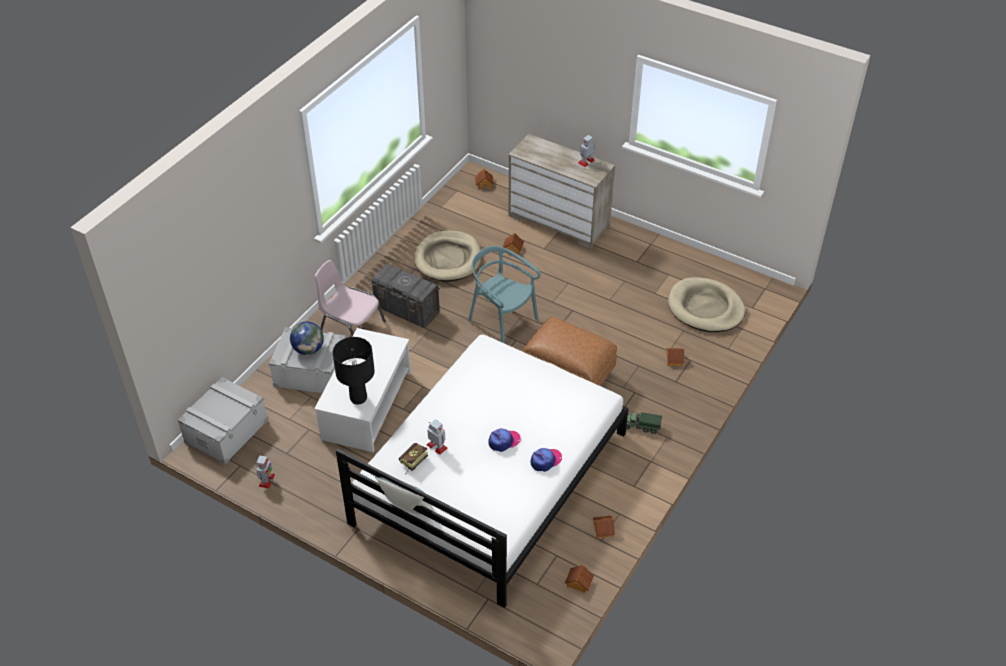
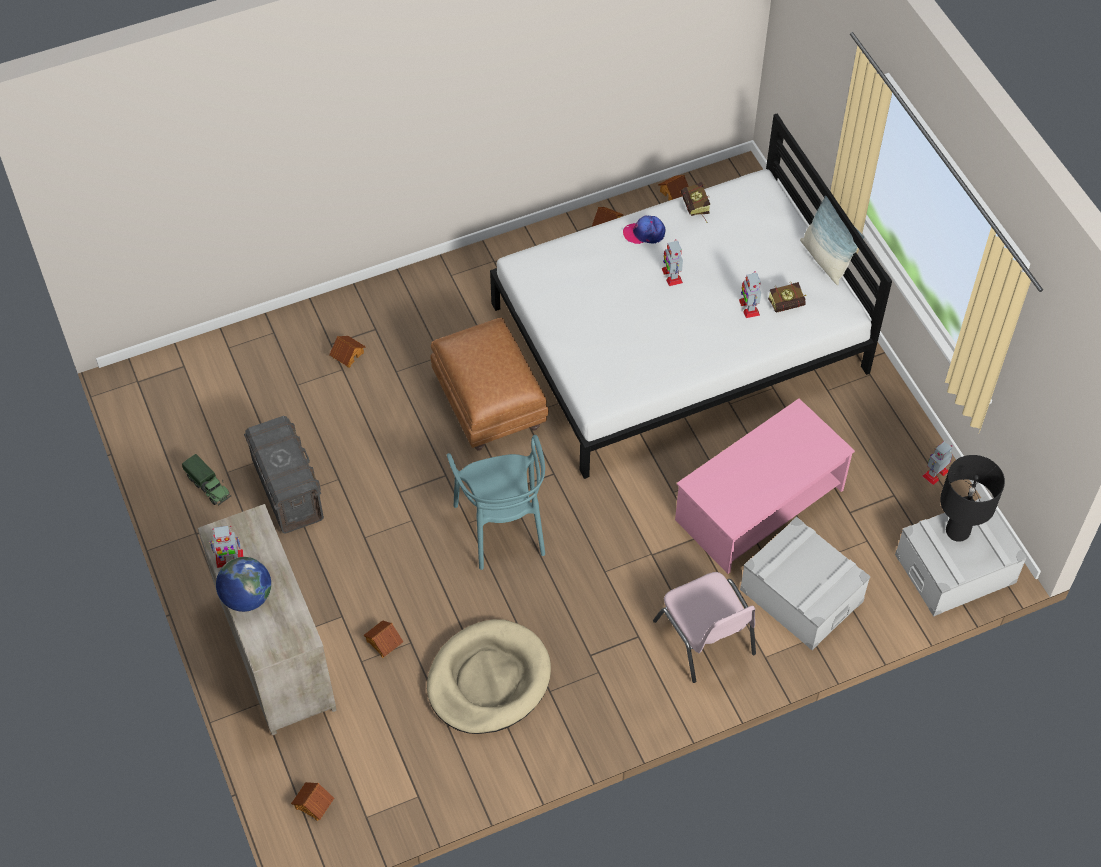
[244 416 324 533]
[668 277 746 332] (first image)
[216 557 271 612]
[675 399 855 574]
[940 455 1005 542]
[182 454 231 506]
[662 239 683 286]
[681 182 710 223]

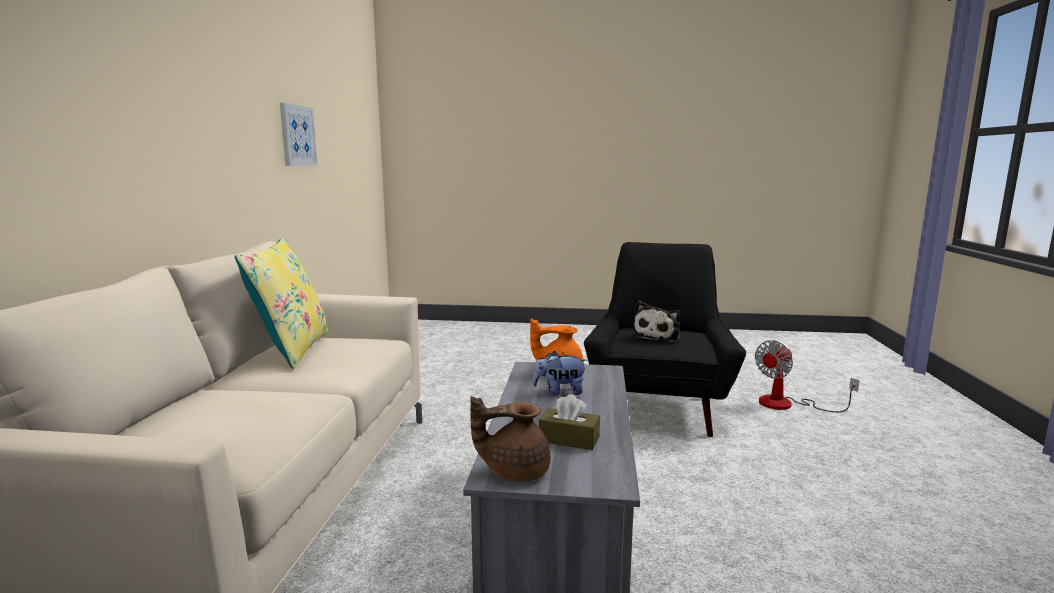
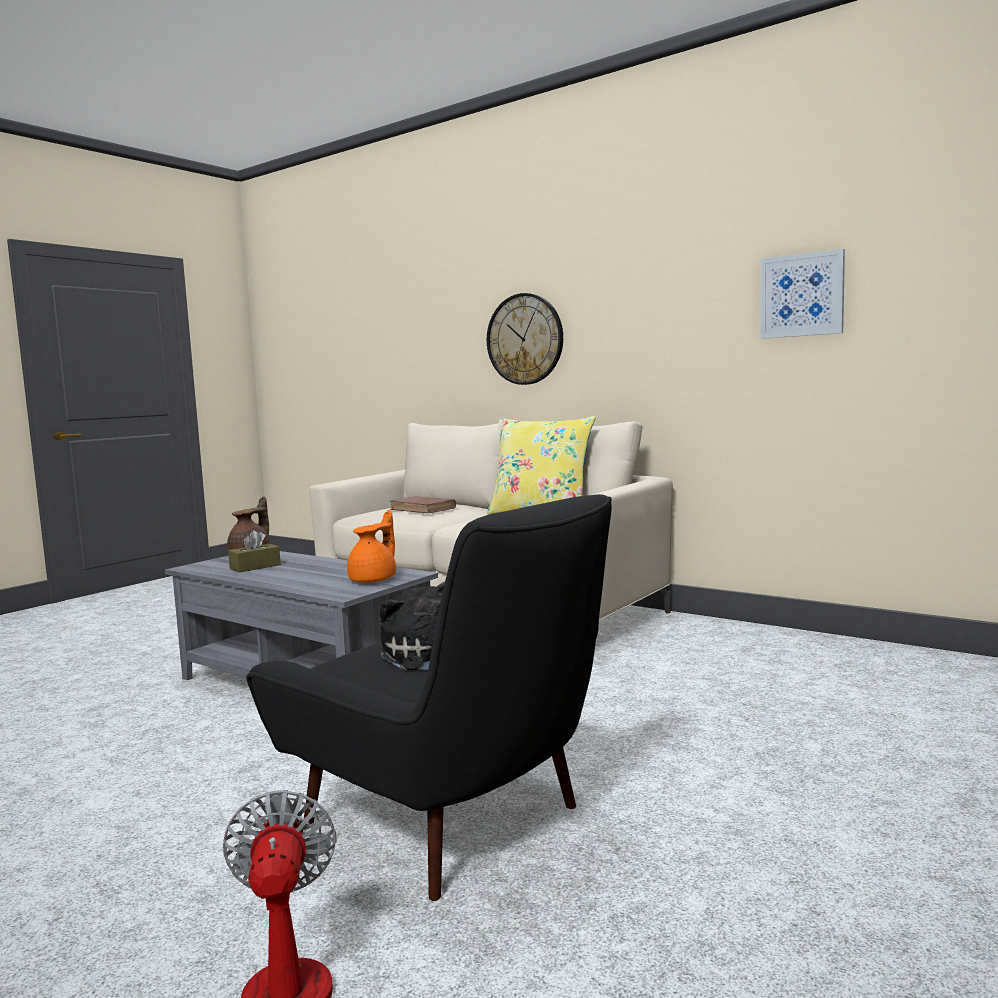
[532 351 587 396] (first image)
[487 293 563 385]
[390 496 456 513]

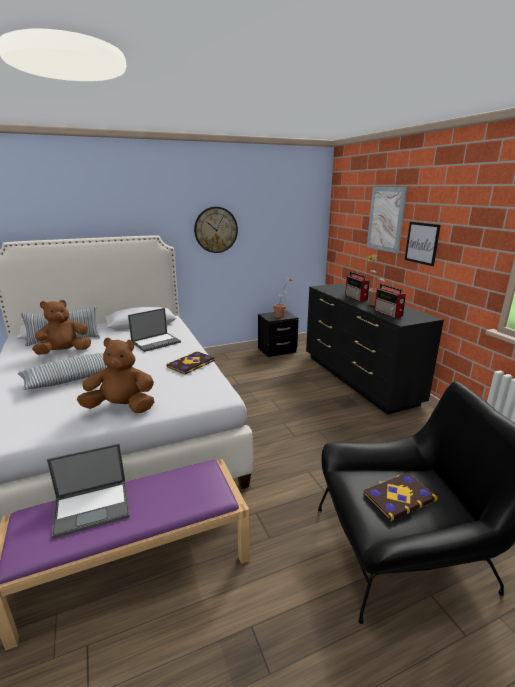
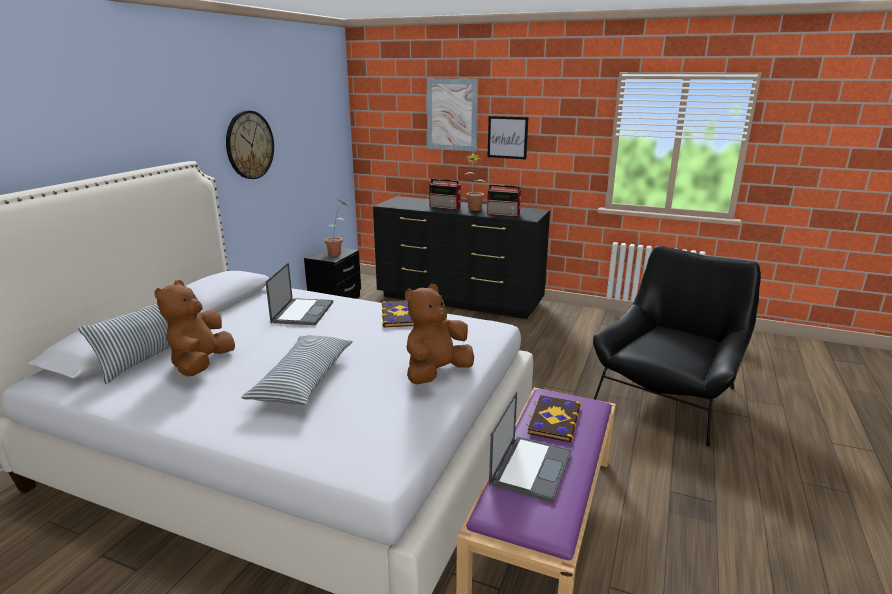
[527 395 581 442]

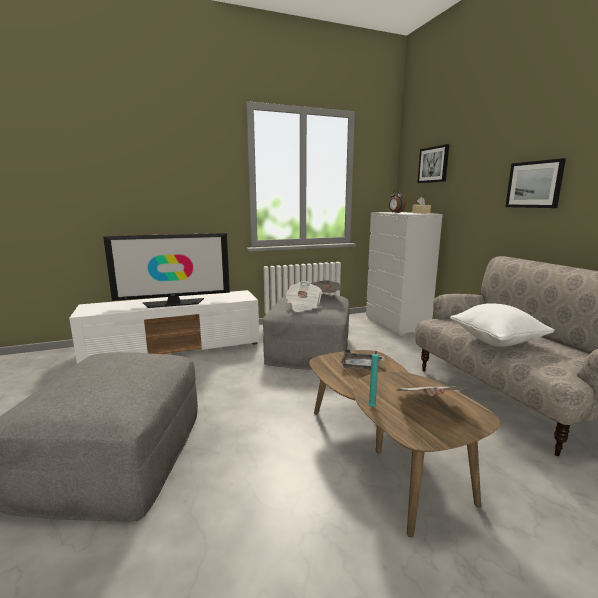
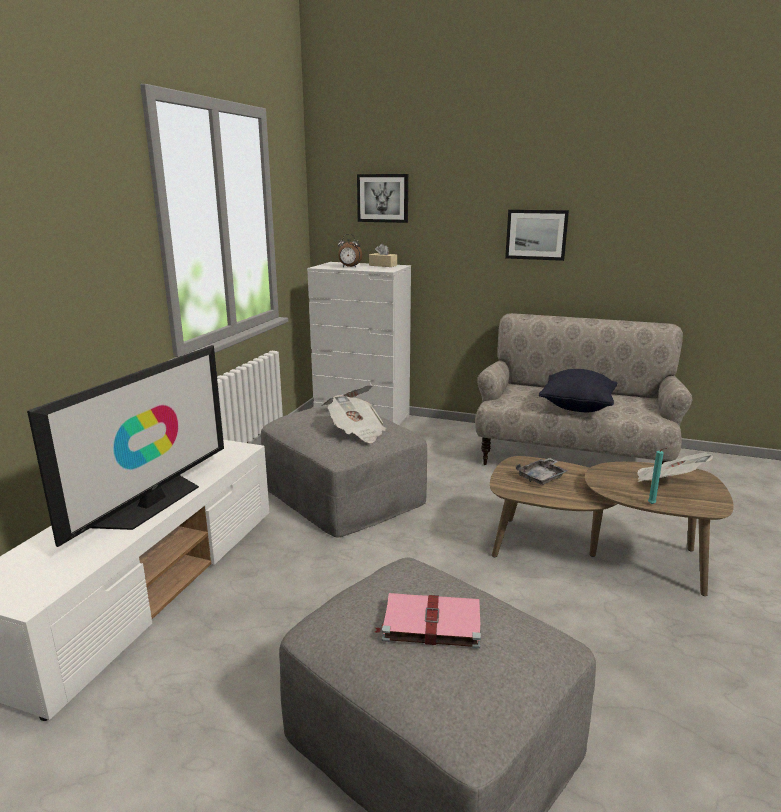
[539 369 617 412]
[375 593 481 649]

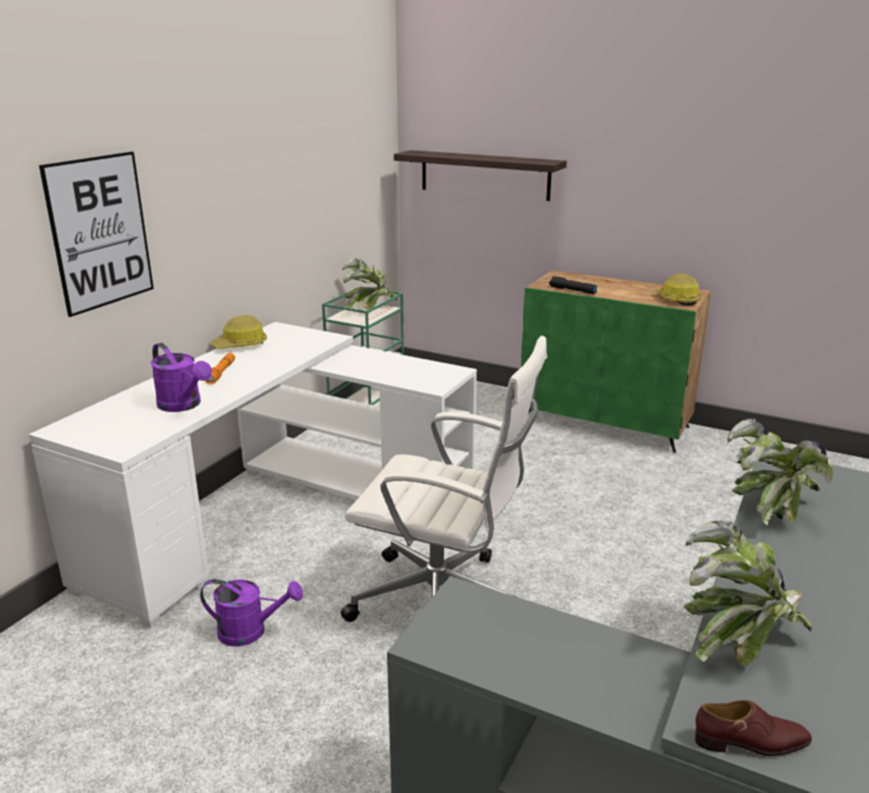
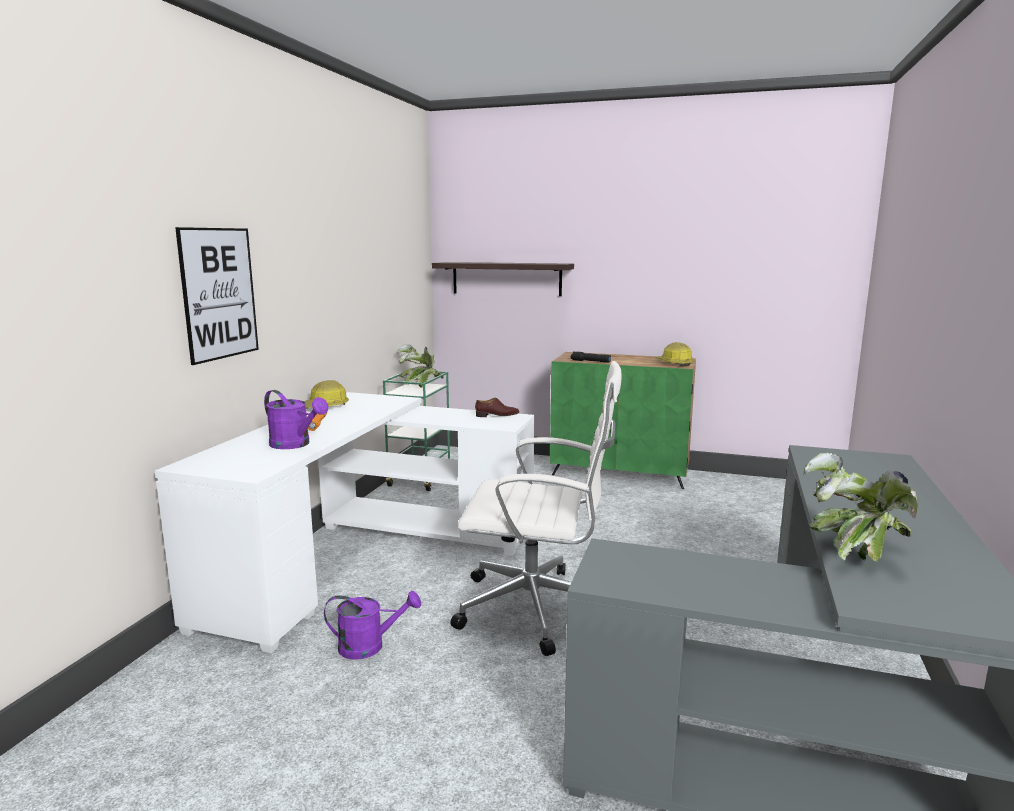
[727 418 833 525] (first image)
[475 398 519 417]

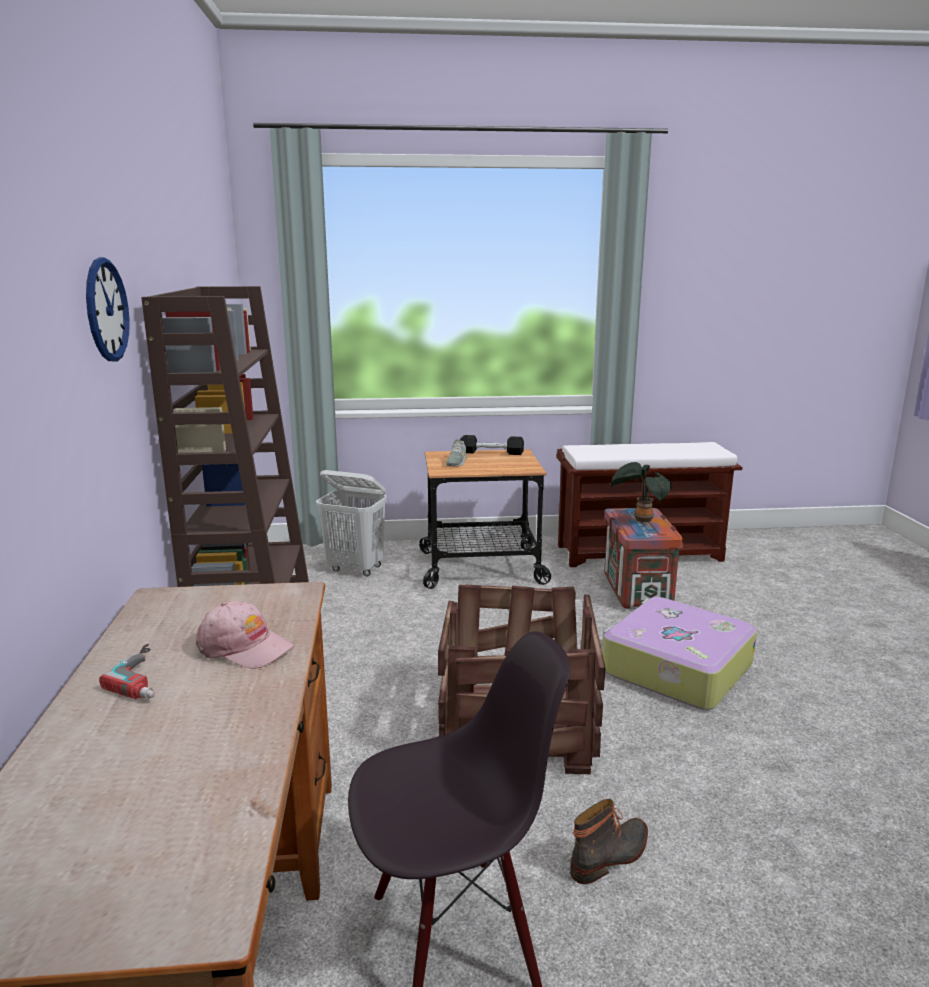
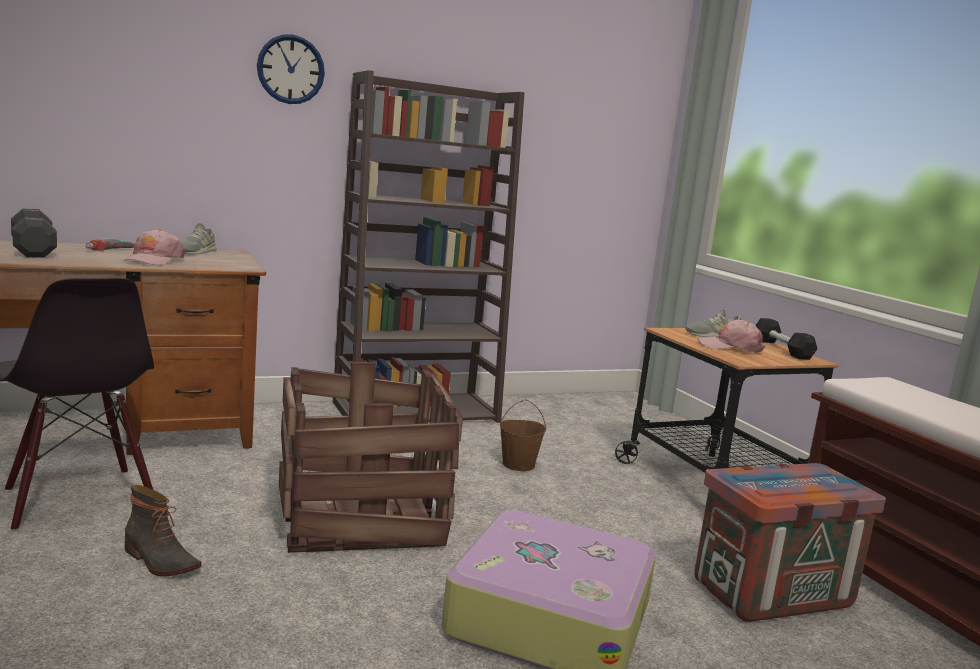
[610 462 671 523] (first image)
[316 470 386 576] (first image)
[11 209 57 258]
[182 223 217 255]
[698 320 765 353]
[500 399 546 471]

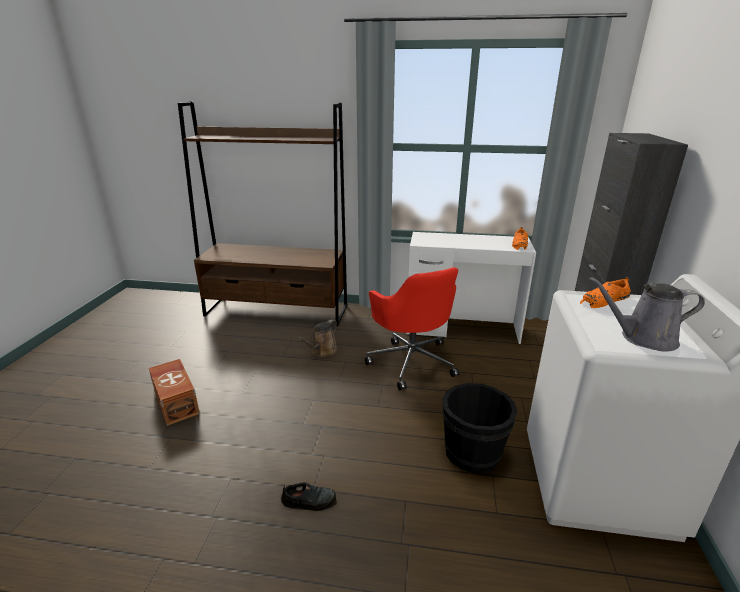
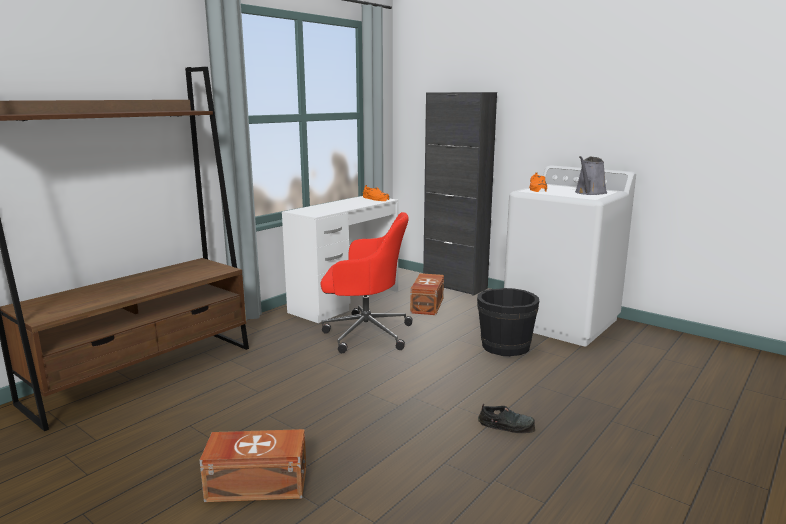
[298 320 338 357] (first image)
[478 404 535 433]
[410 273 444 315]

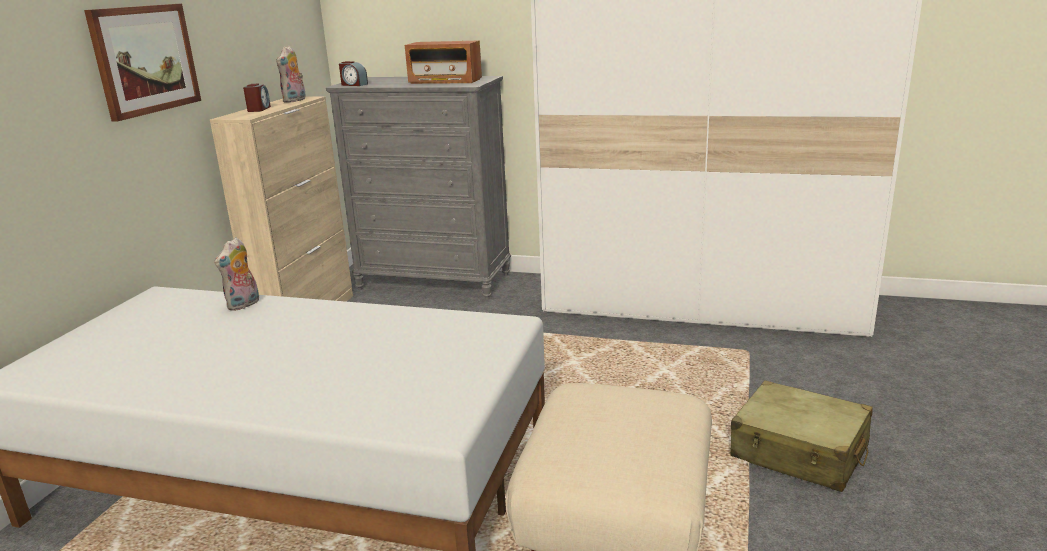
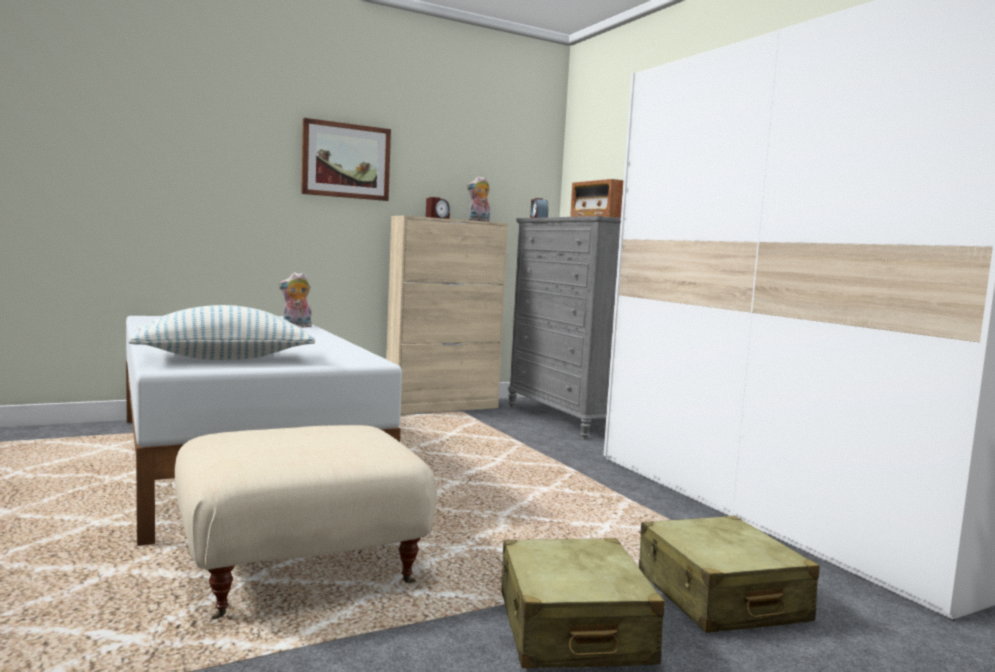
[129 305 315 360]
[639 516 820 633]

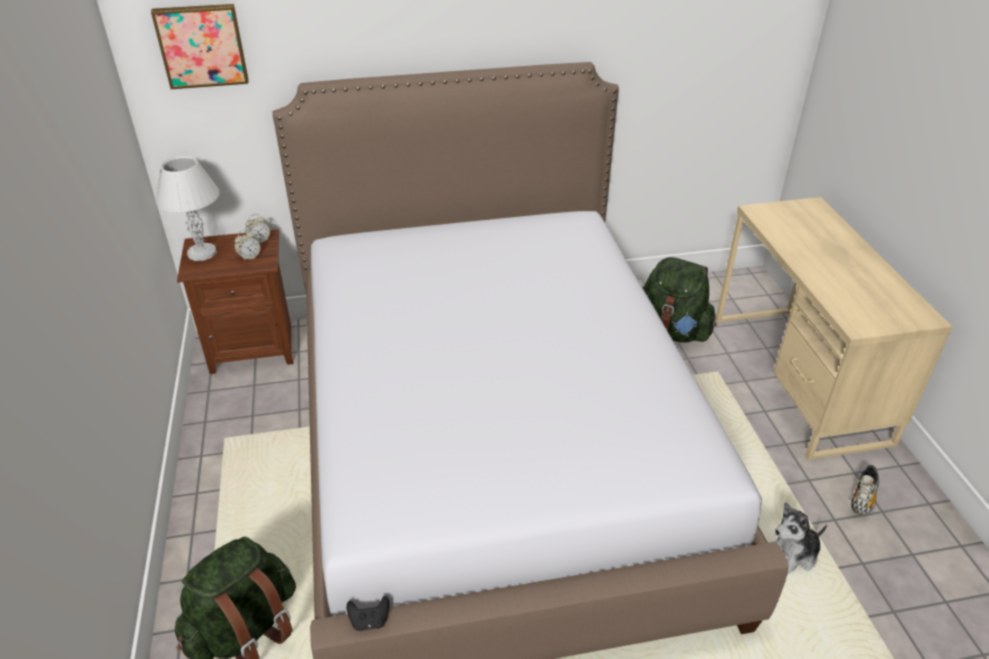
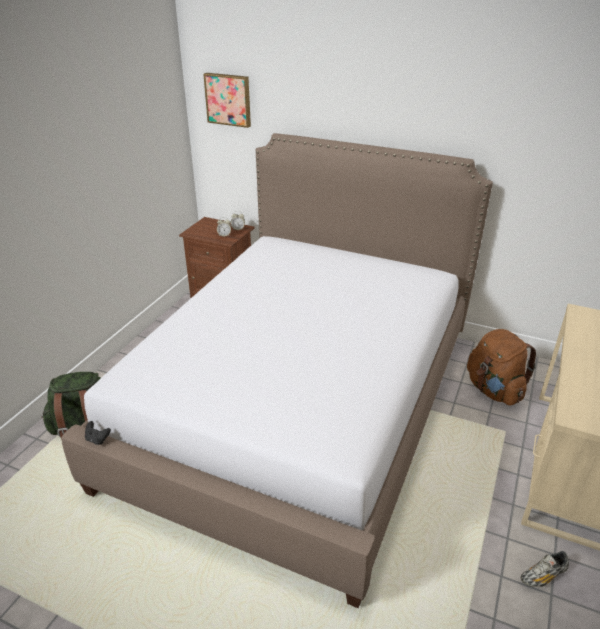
[155 156 219 261] (first image)
[467 329 536 406]
[775 502 827 574] (first image)

